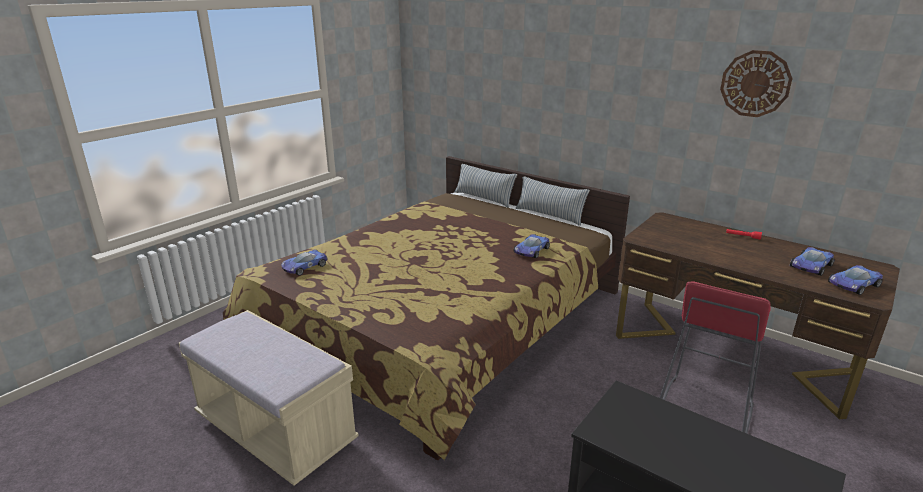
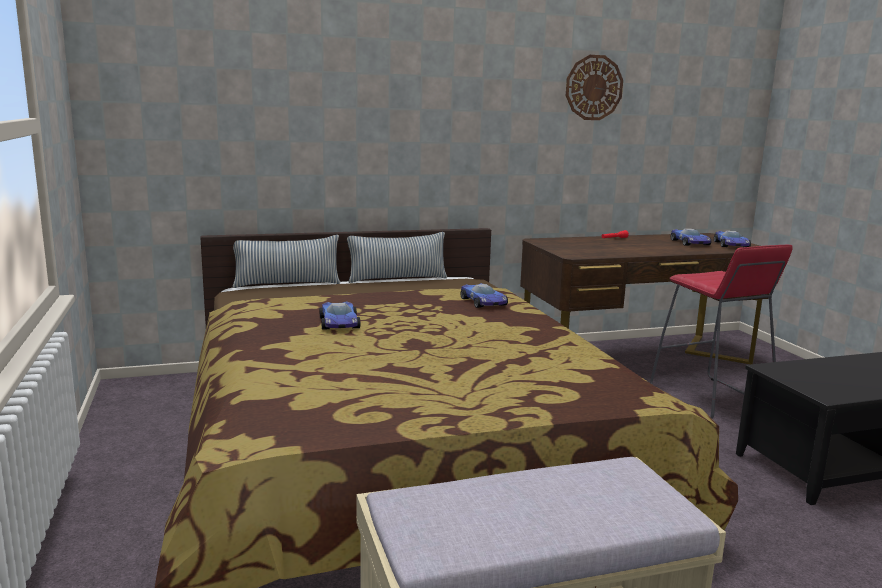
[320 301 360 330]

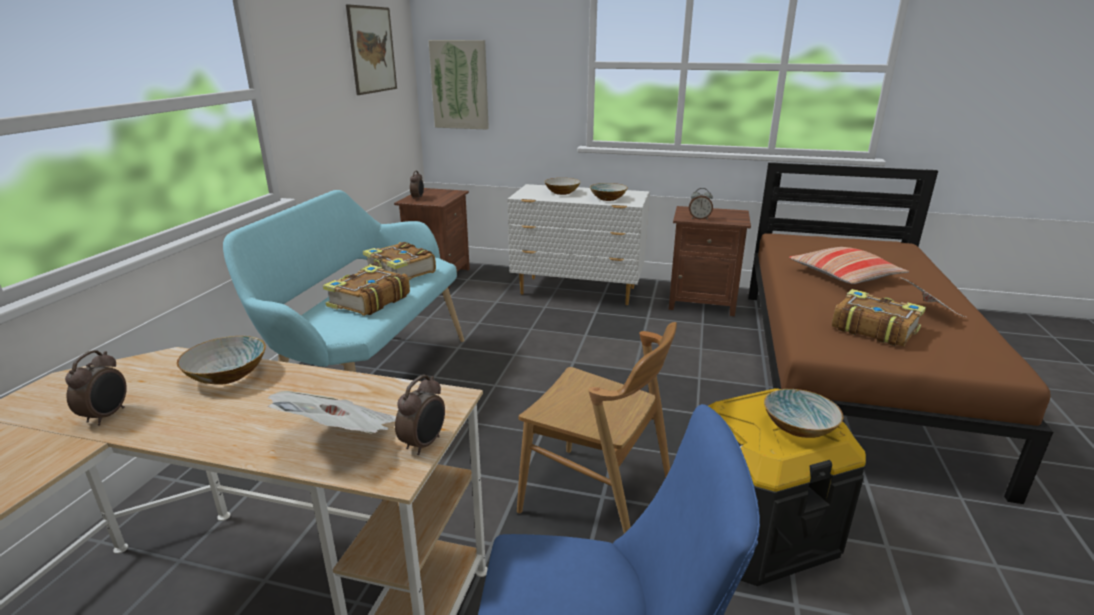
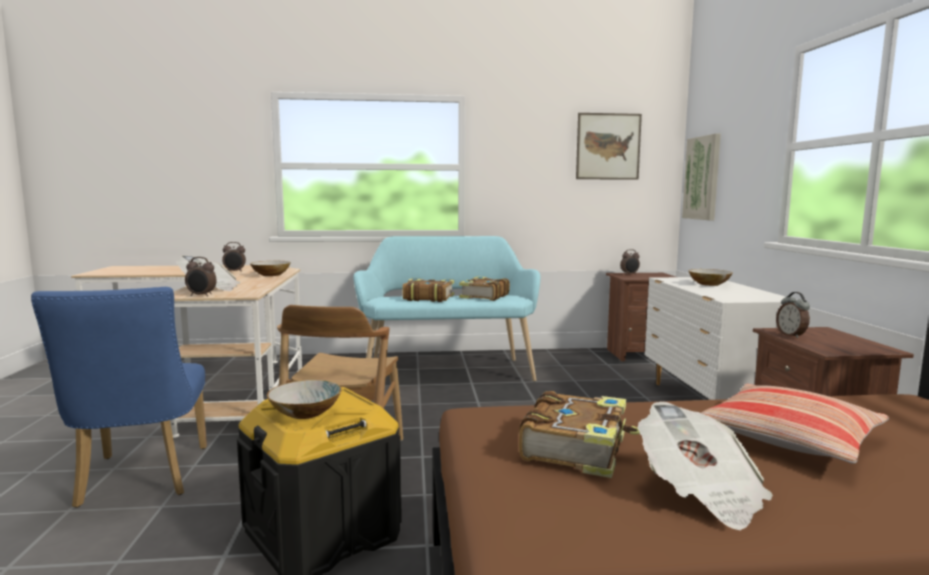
[590 183 628 201] (first image)

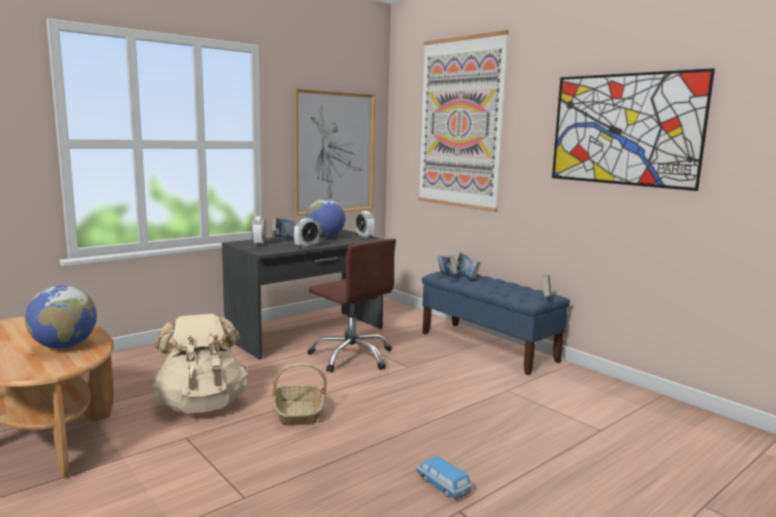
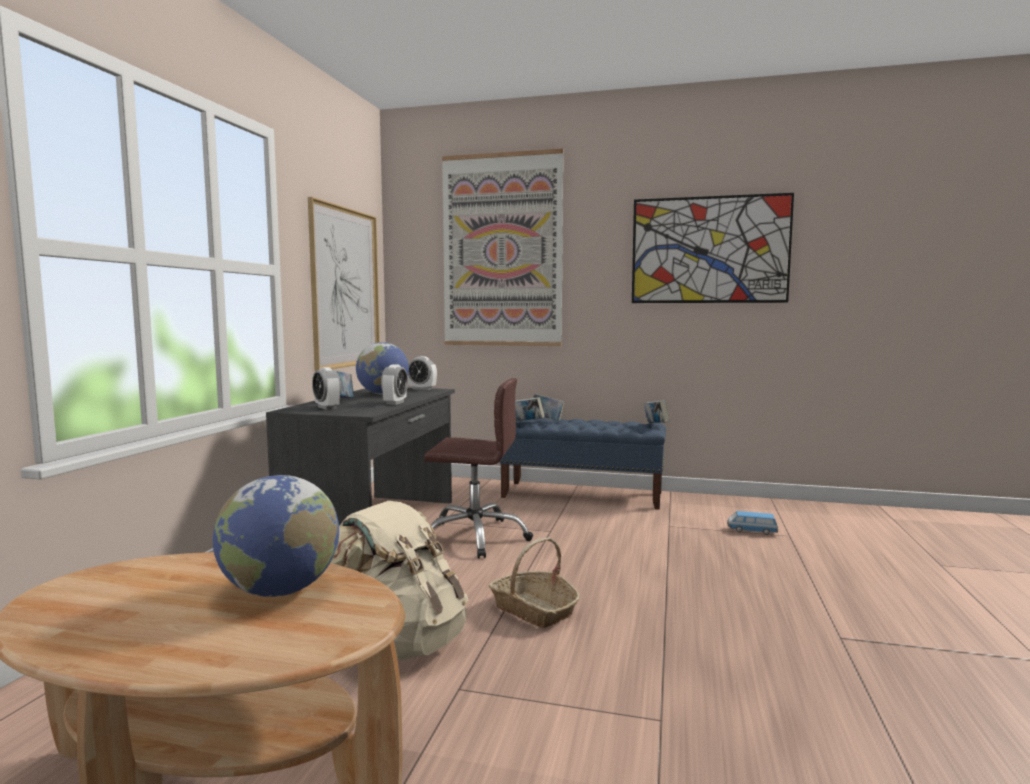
[727 511 778 535]

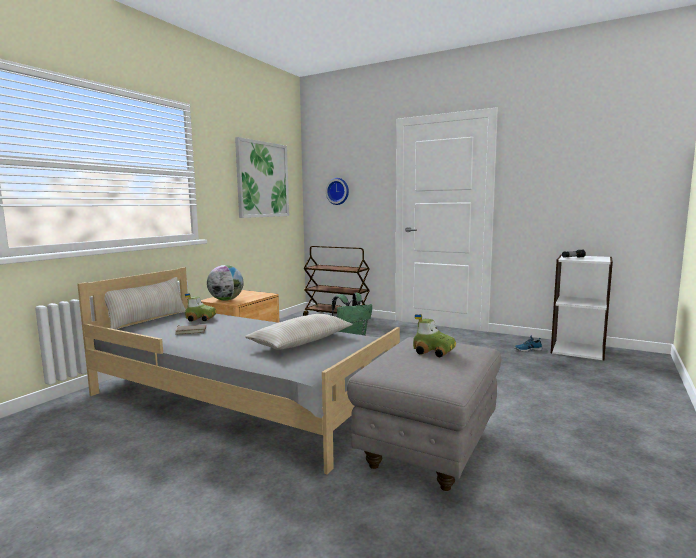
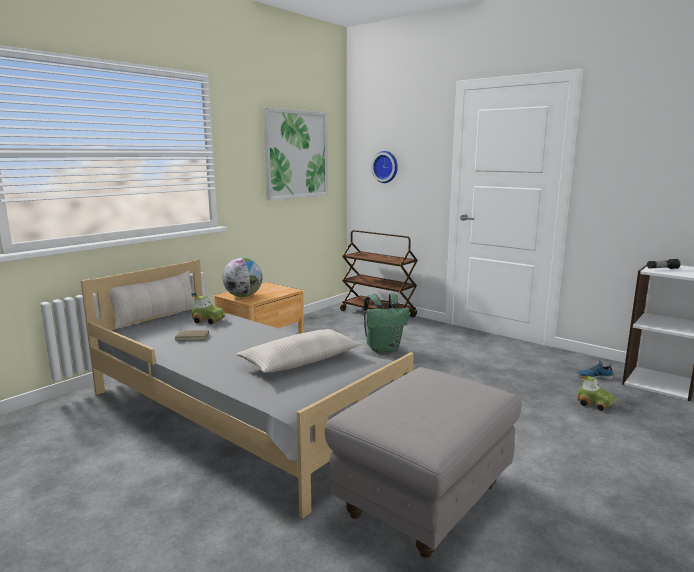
[577 373 615 411]

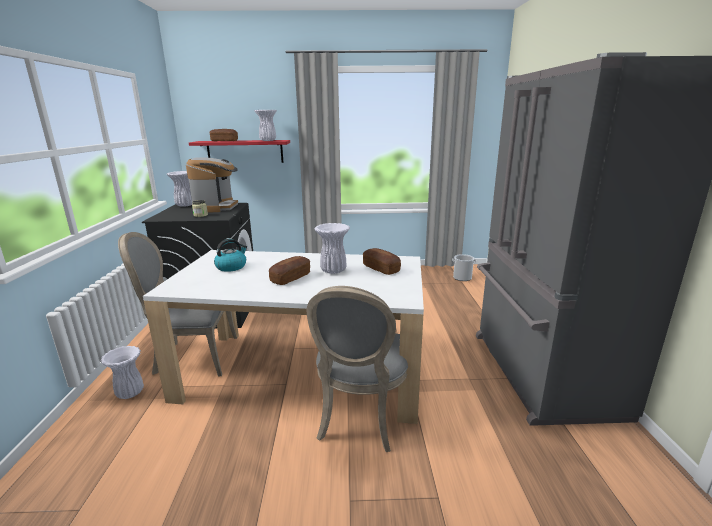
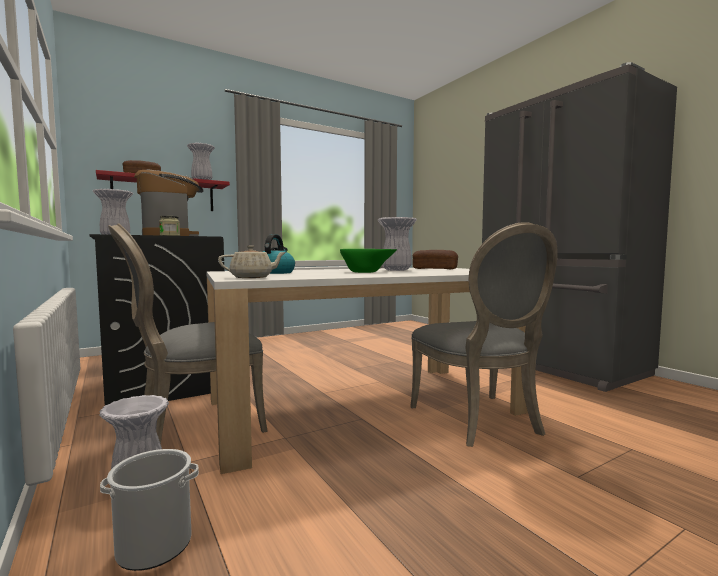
[100 449 199 571]
[340 249 397 273]
[218 245 286 278]

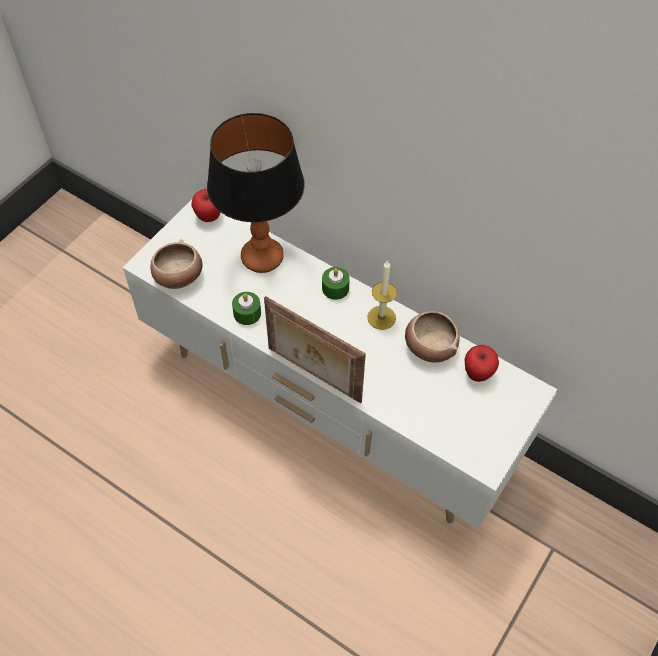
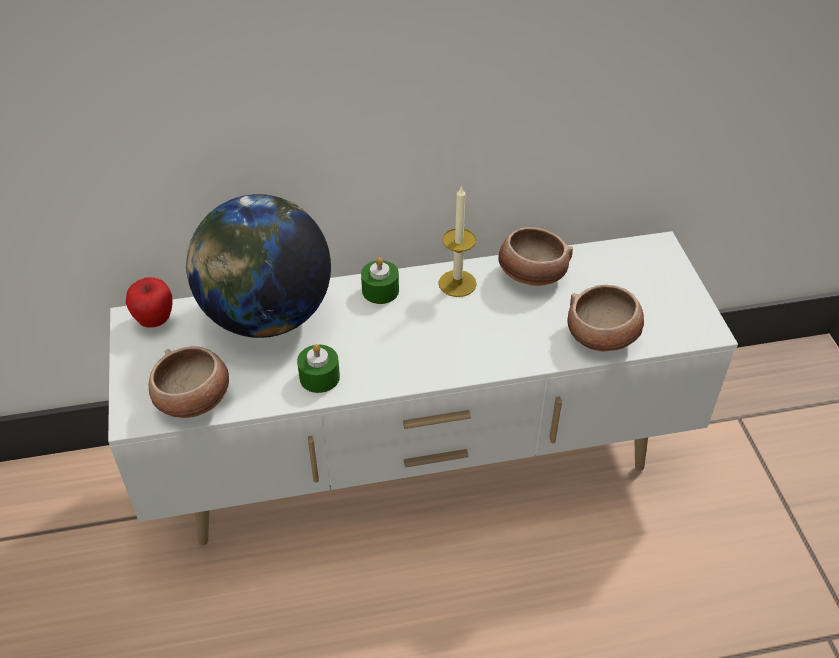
[186 194 331 338]
[264 296 366 403] (first image)
[465 345 499 382] (first image)
[568 285 644 352]

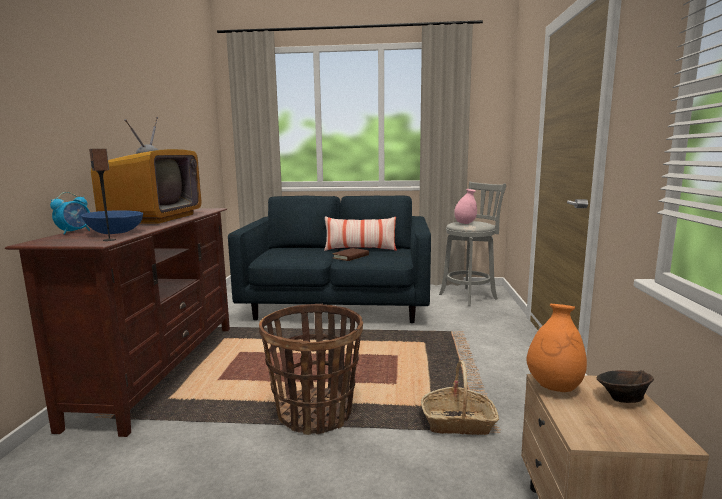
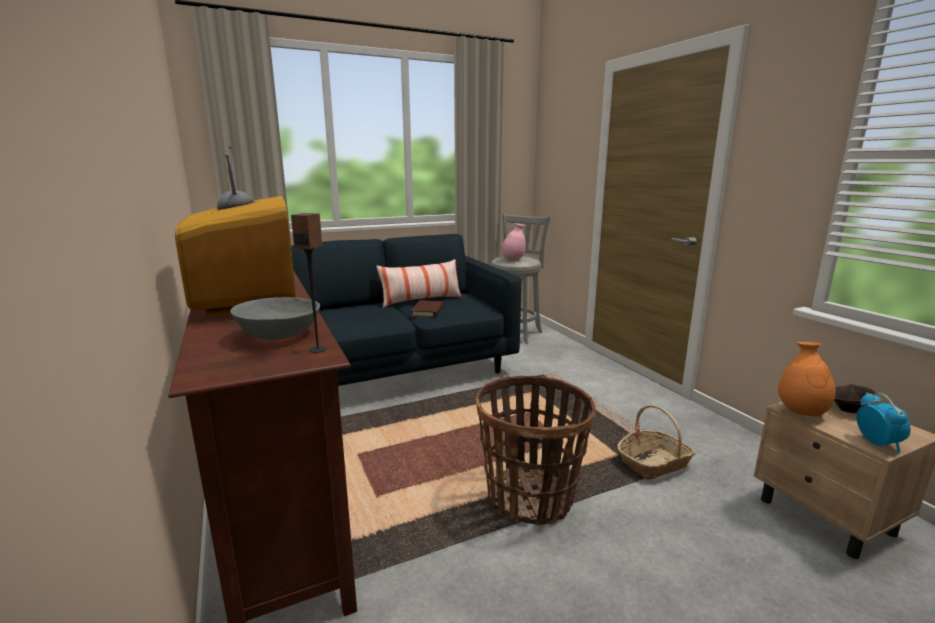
[857 393 910 453]
[230 297 320 340]

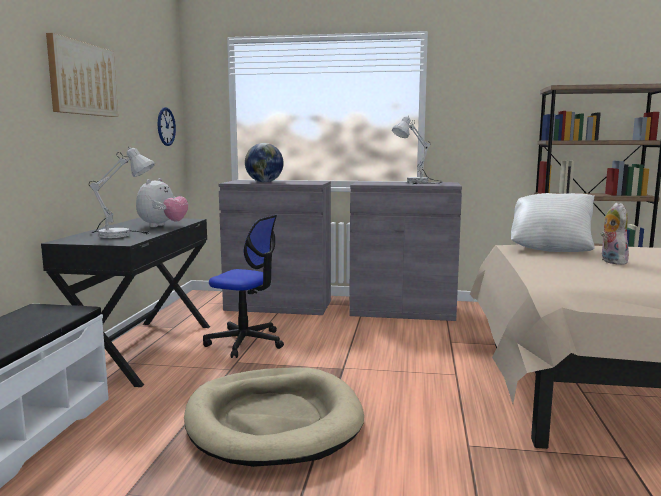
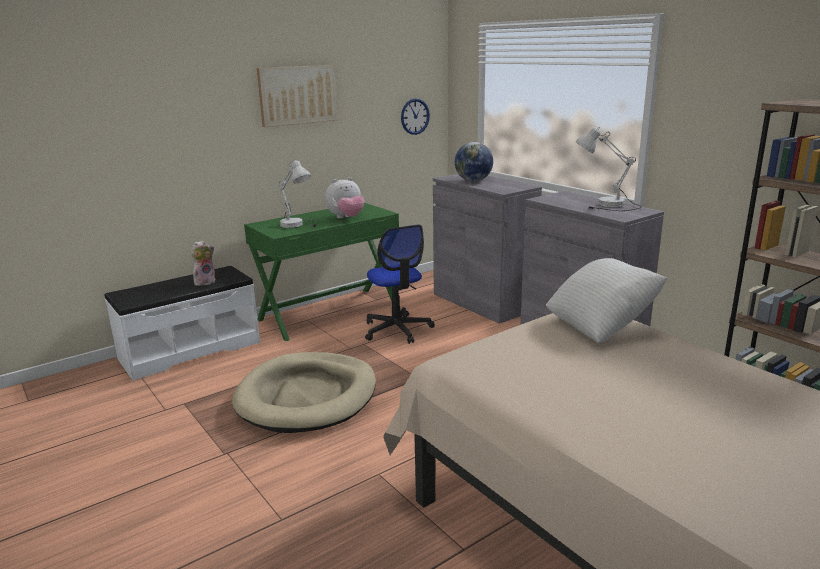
[191 240 215 286]
[244 203 399 341]

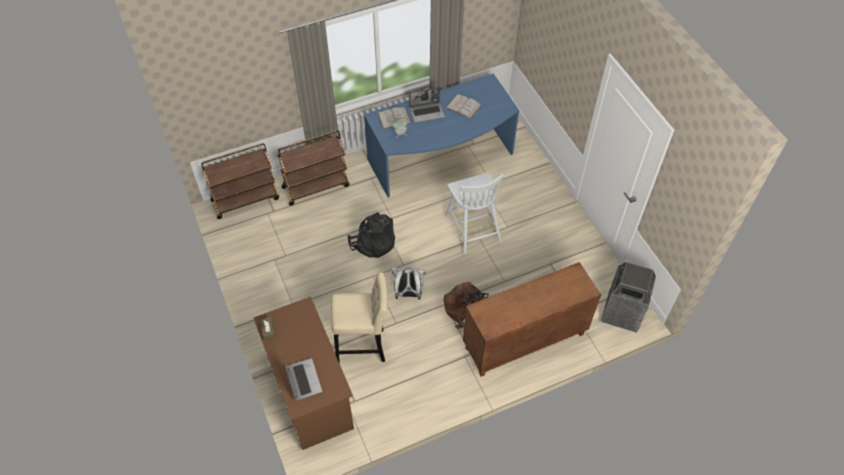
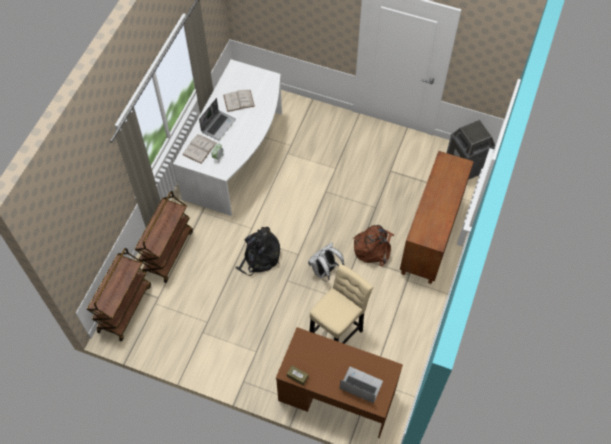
[173 59 282 216]
[445 173 504 254] (first image)

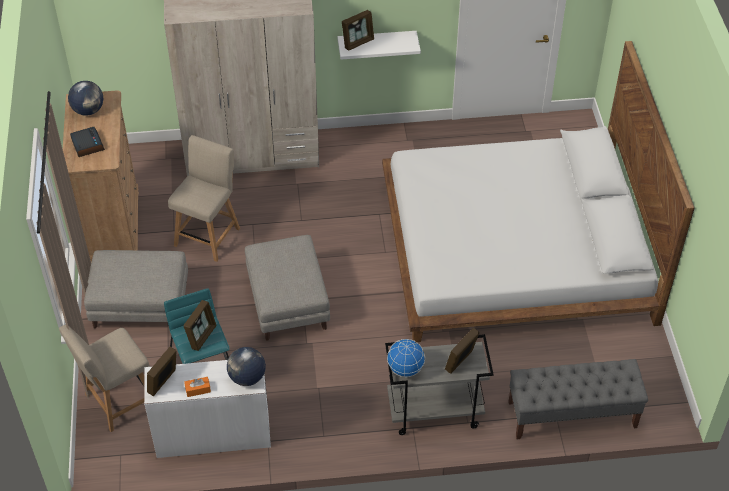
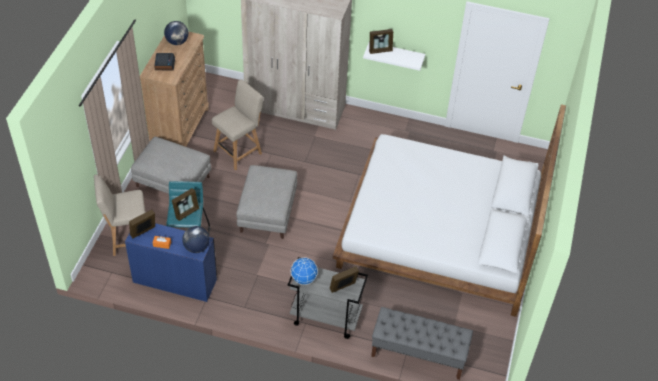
[125 223 217 302]

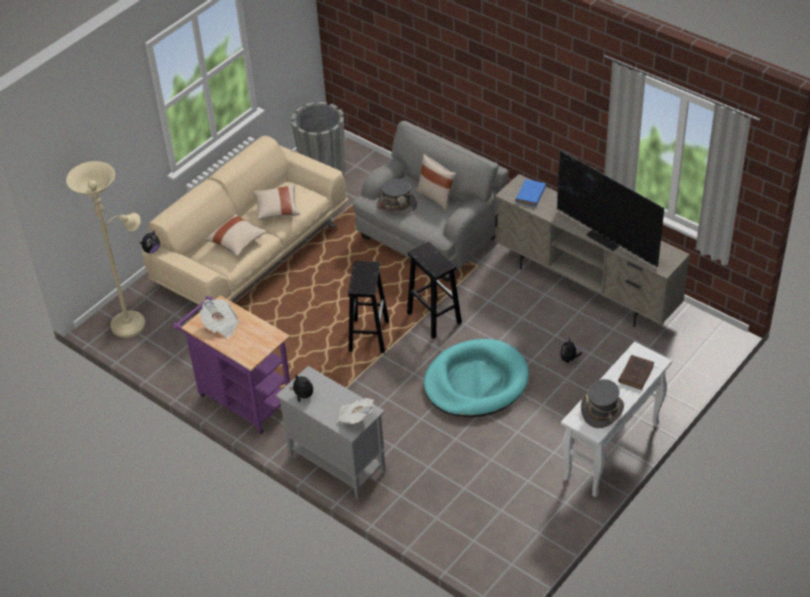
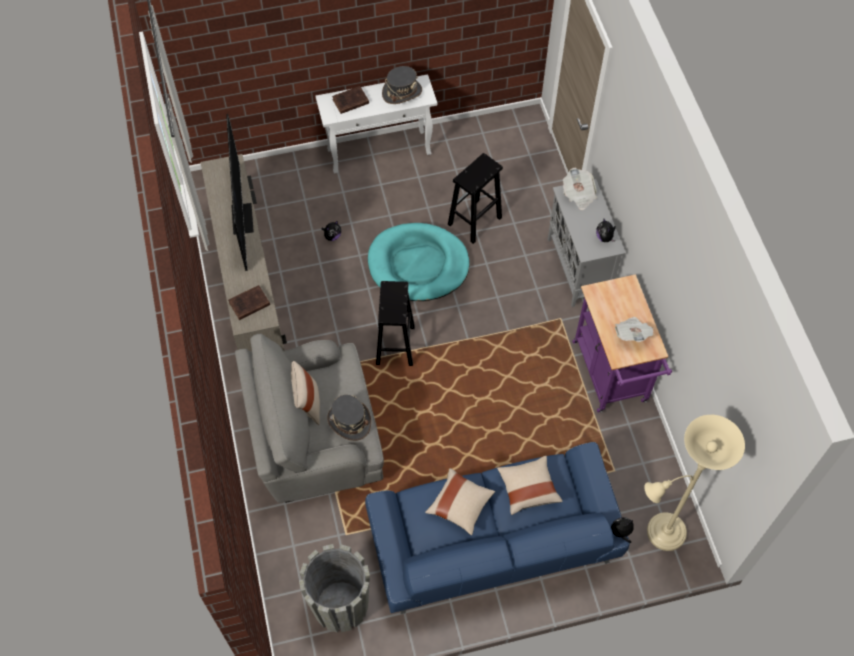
[365 442 630 614]
[228 285 270 320]
[448 153 503 244]

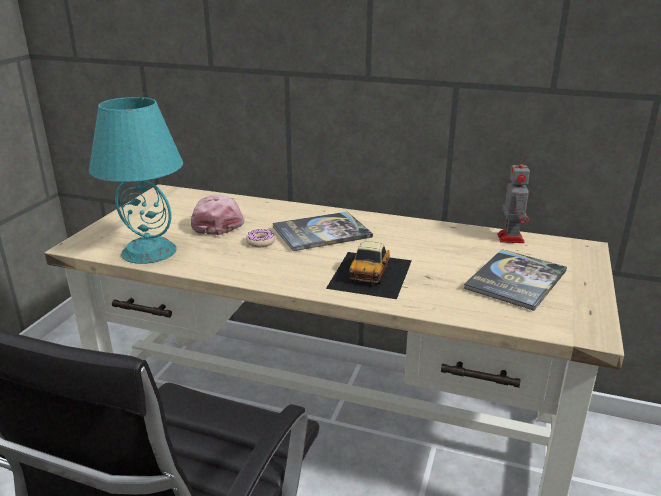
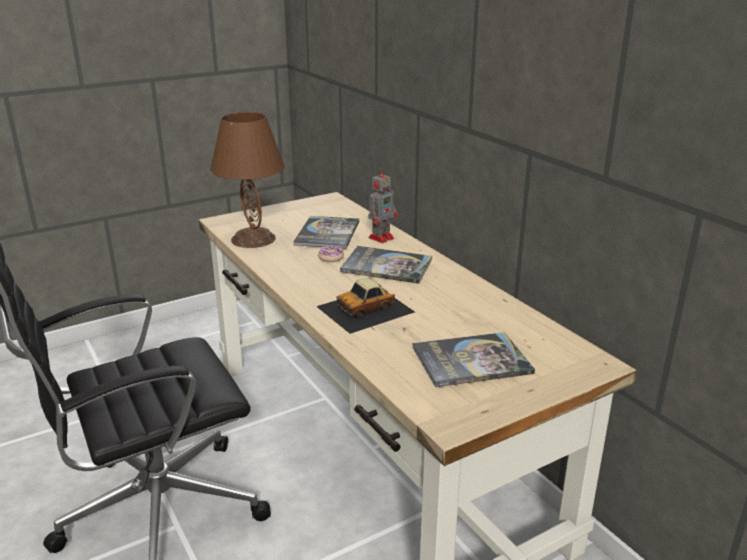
[210 112 285 248]
[368 168 398 243]
[293 216 359 249]

